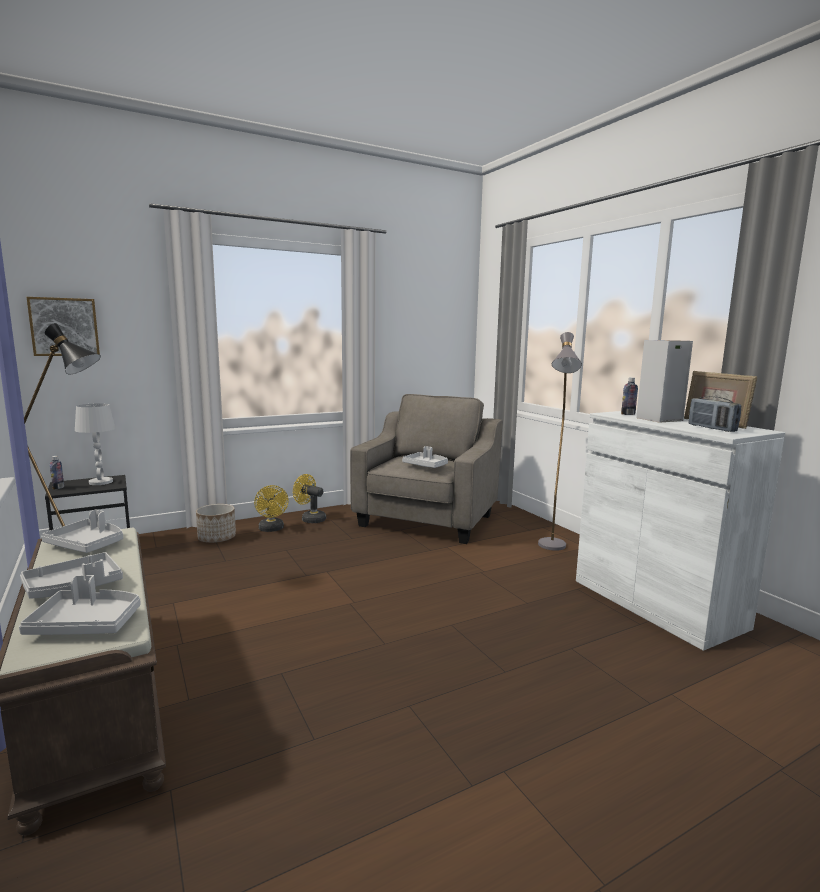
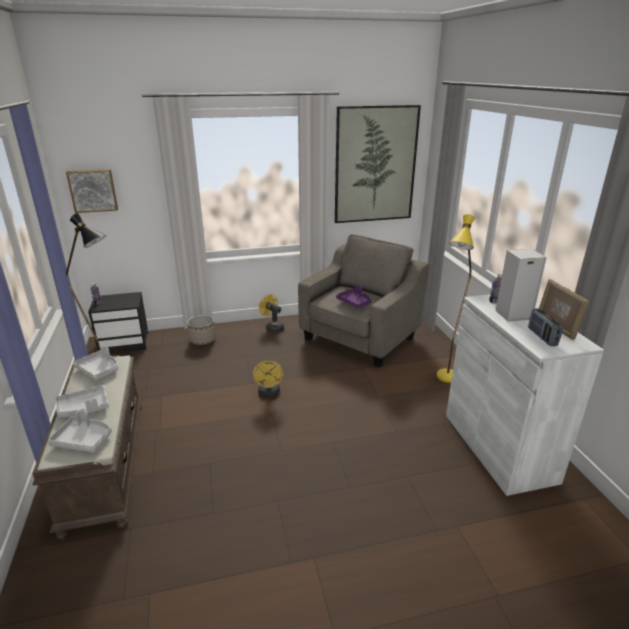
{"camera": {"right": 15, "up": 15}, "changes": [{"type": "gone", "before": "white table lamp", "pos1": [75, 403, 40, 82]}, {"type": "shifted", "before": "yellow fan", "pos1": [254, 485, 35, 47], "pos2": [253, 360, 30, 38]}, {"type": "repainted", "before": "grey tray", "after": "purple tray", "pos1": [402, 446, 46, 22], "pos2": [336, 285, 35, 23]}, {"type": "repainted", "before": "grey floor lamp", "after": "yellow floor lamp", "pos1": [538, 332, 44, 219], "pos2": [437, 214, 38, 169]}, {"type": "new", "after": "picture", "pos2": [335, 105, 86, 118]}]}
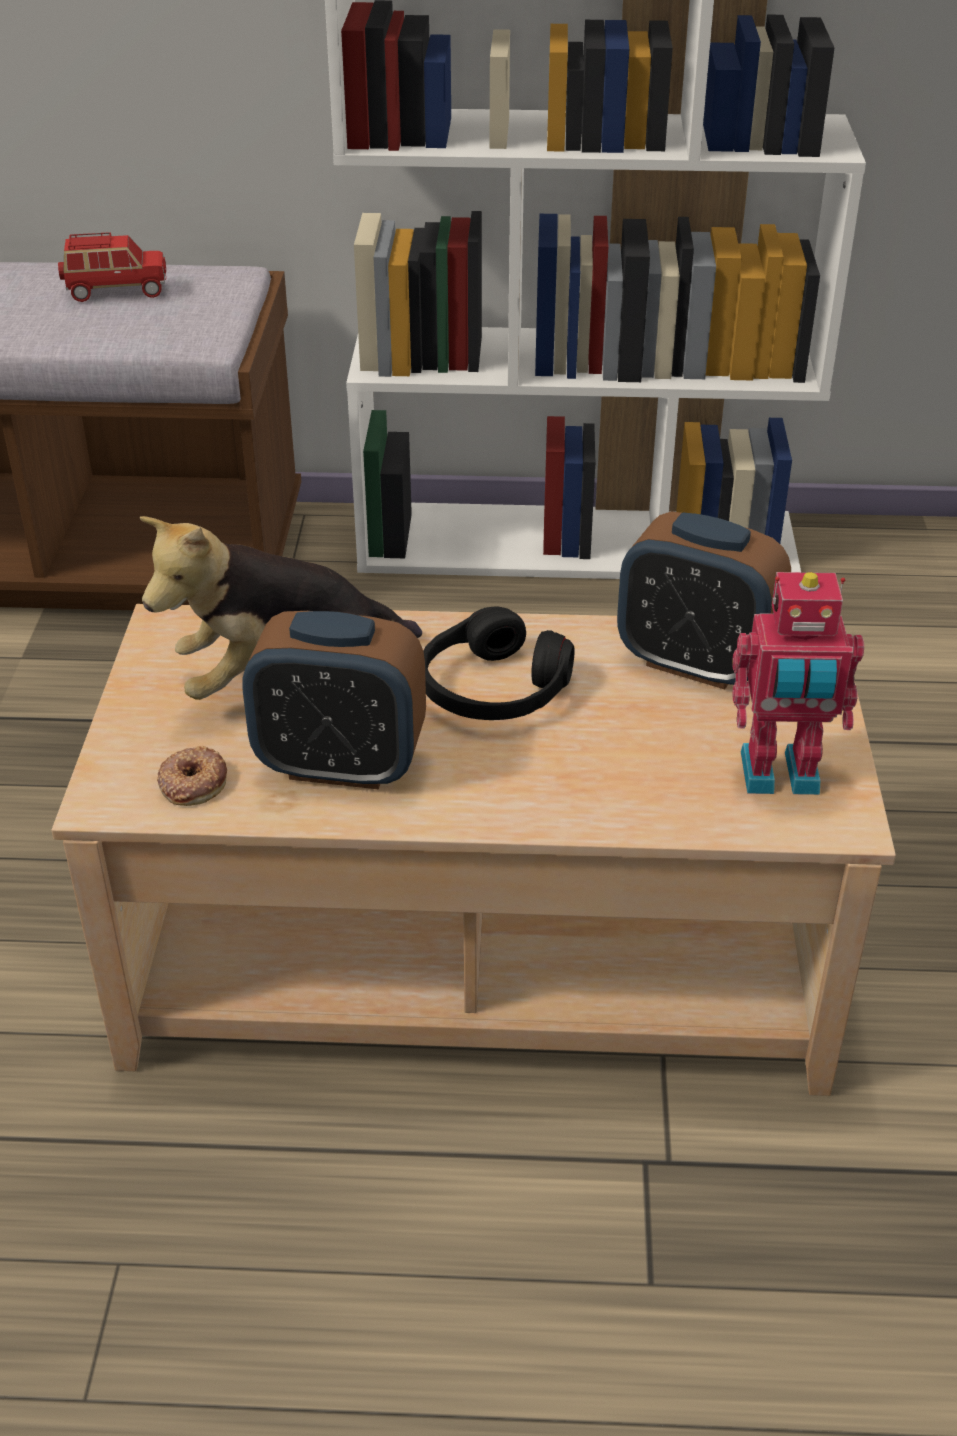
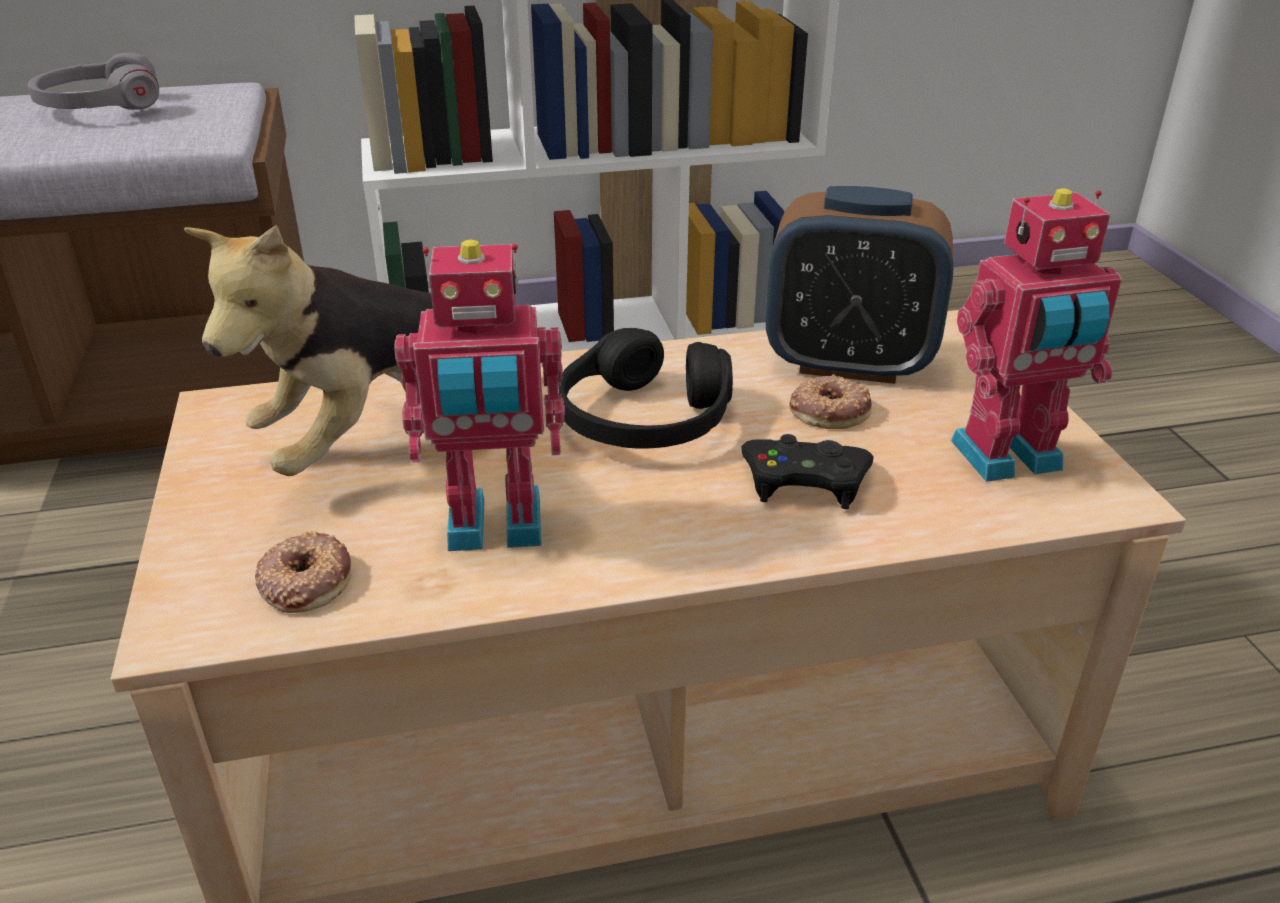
{"camera": {"right": -15, "up": -5}, "changes": [{"type": "swapped", "before": "red toy car", "after": "grey headphones", "pos1": [58, 232, 108, 70], "pos2": [27, 53, 132, 57]}, {"type": "swapped", "before": "alarm clock", "after": "toy robot", "pos1": [243, 611, 183, 179], "pos2": [394, 239, 171, 312]}, {"type": "new", "after": "black game controller", "pos2": [741, 434, 133, 75]}, {"type": "new", "after": "donut", "pos2": [789, 374, 83, 55]}]}
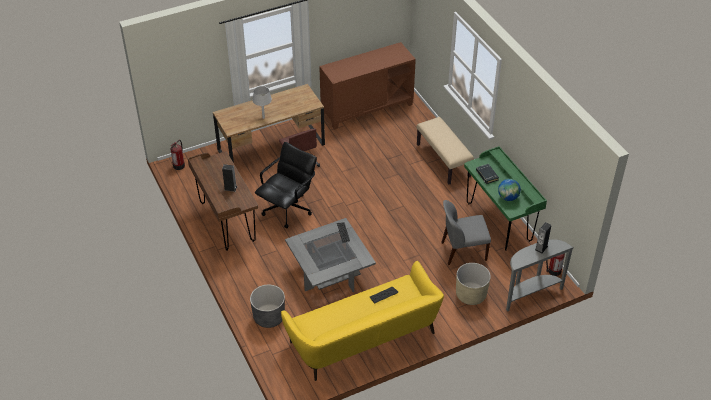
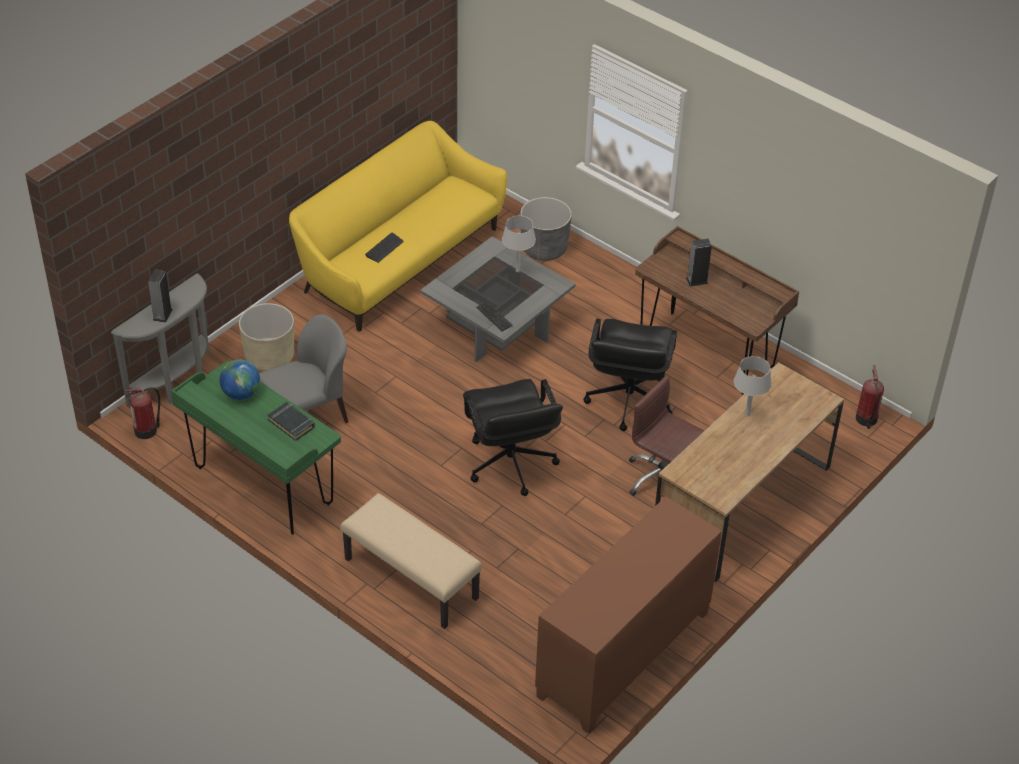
{"camera": {"right": 155, "up": 0}, "changes": [{"type": "new", "after": "black office chair", "pos2": [463, 379, 100, 117]}, {"type": "new", "after": "grey table lamp", "pos2": [502, 216, 34, 56]}]}
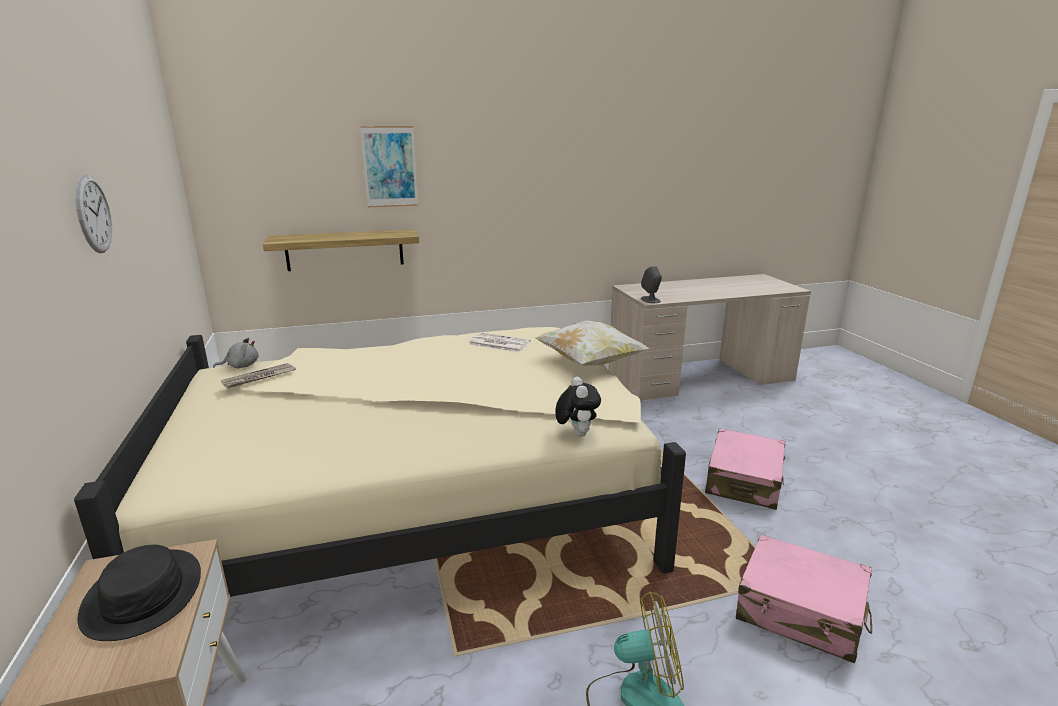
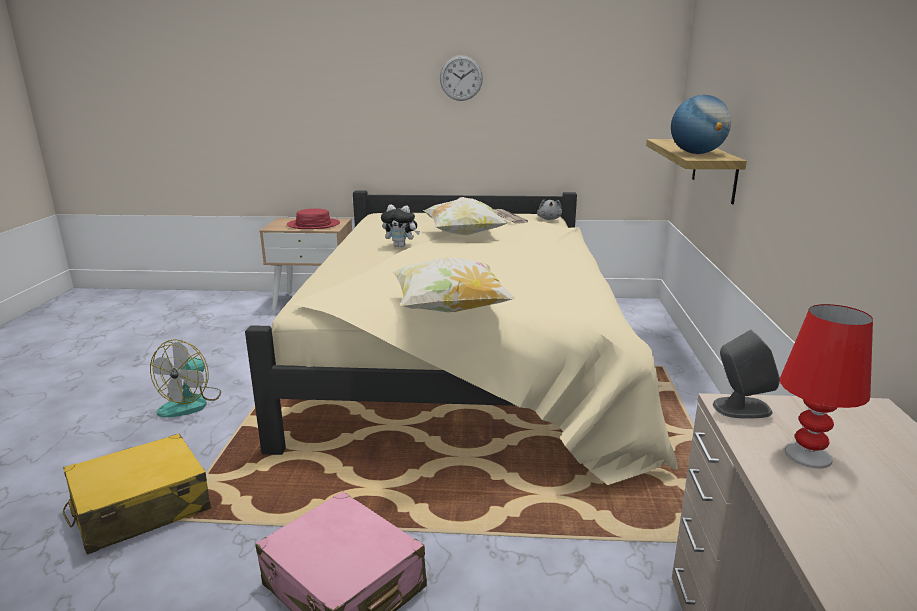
{"camera": {"right": 110, "up": 0}, "changes": [{"type": "repainted", "before": "black hat", "after": "red hat", "pos1": [78, 545, 123, 96], "pos2": [287, 209, 53, 20]}, {"type": "gone", "before": "picture", "pos1": [360, 126, 58, 81]}, {"type": "gone", "before": "newspaper", "pos1": [468, 333, 63, 19]}, {"type": "shifted", "before": "plush toy", "pos1": [555, 377, 46, 60], "pos2": [381, 205, 39, 42]}, {"type": "repainted", "before": "pink suitcase", "after": "yellow suitcase", "pos1": [736, 535, 136, 128], "pos2": [63, 433, 148, 122]}, {"type": "new", "after": "pillow", "pos2": [423, 197, 84, 38]}, {"type": "new", "after": "globe", "pos2": [671, 95, 60, 59]}, {"type": "new", "after": "red table lamp", "pos2": [780, 304, 93, 165]}]}
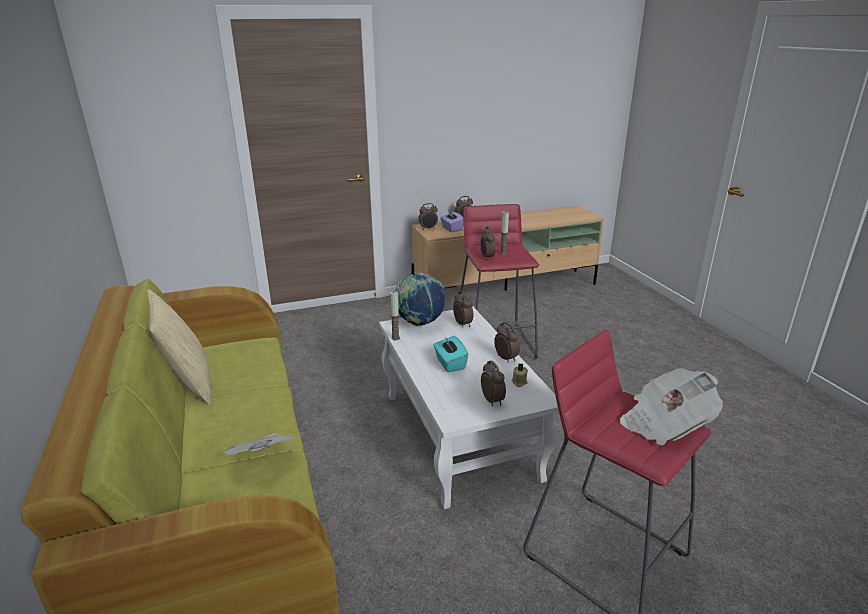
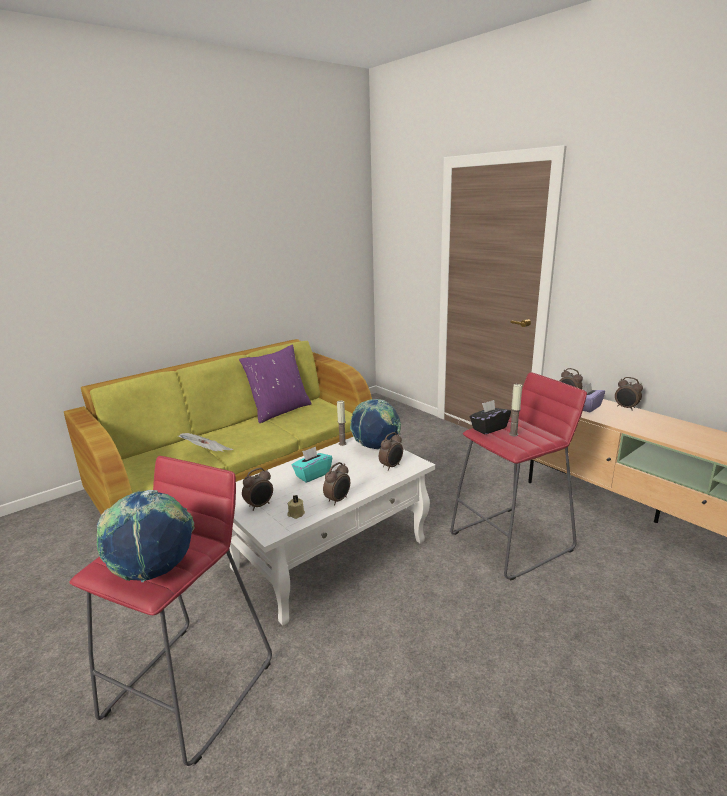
{"camera": {"right": 70, "up": -5}, "changes": [{"type": "repainted", "before": "beige pillow", "after": "purple pillow", "pos1": [147, 289, 65, 116], "pos2": [239, 345, 73, 78]}, {"type": "swapped", "before": "alarm clock", "after": "black tissue box", "pos1": [480, 226, 16, 35], "pos2": [470, 400, 41, 34]}, {"type": "swapped", "before": "newspaper", "after": "globe", "pos1": [620, 368, 103, 77], "pos2": [97, 490, 98, 92]}]}
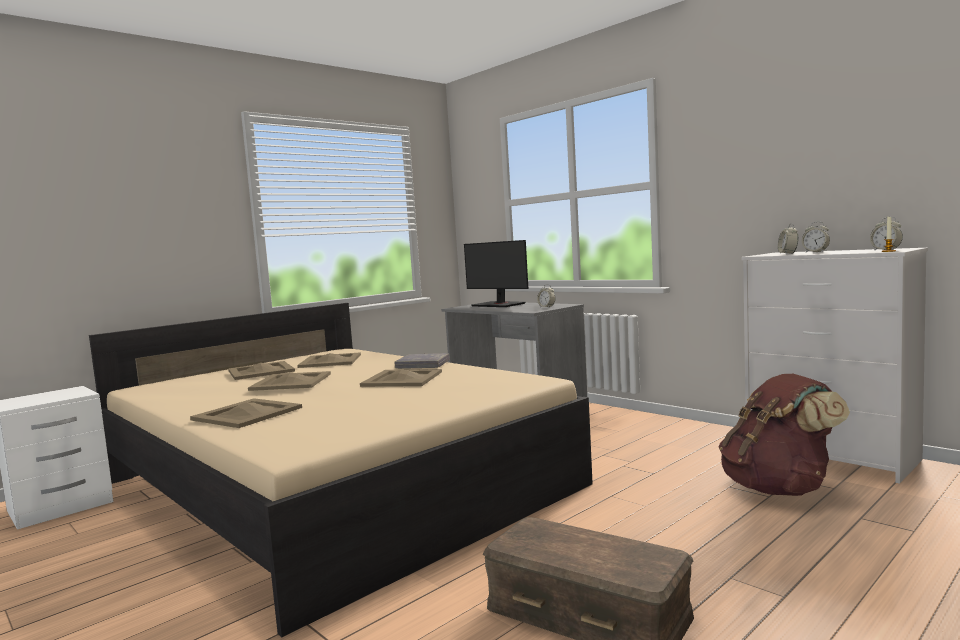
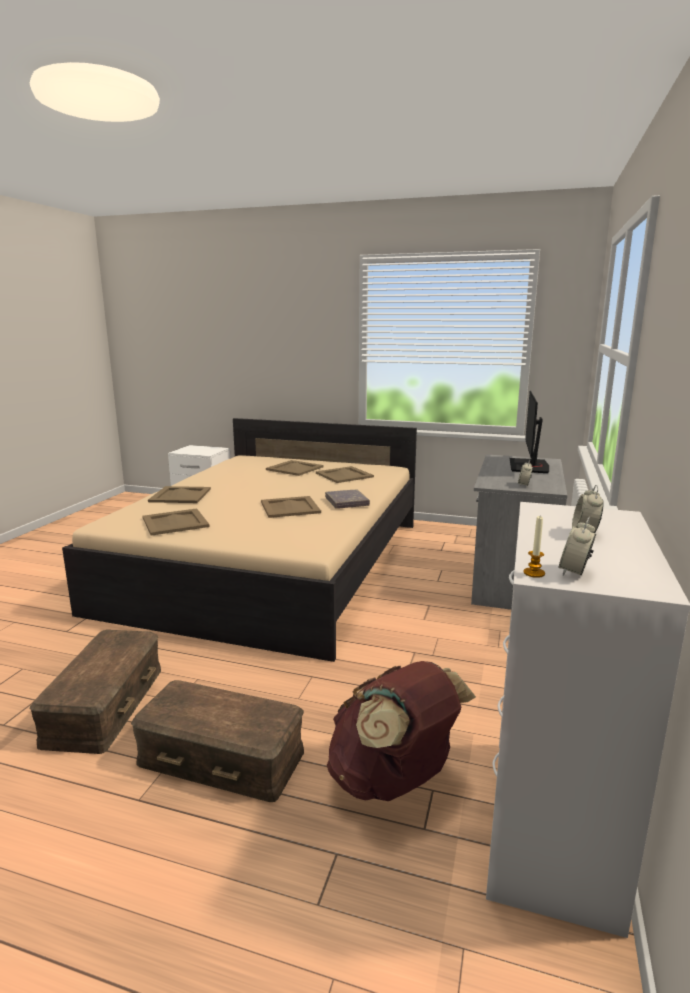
{"camera": {"right": 60, "up": 10}, "changes": [{"type": "shifted", "before": "beige tray", "pos1": [248, 371, 83, 20], "pos2": [142, 508, 67, 28]}, {"type": "gone", "before": "alarm clock", "pos1": [778, 223, 20, 31]}, {"type": "new", "after": "brown storage box", "pos2": [131, 680, 173, 122]}]}
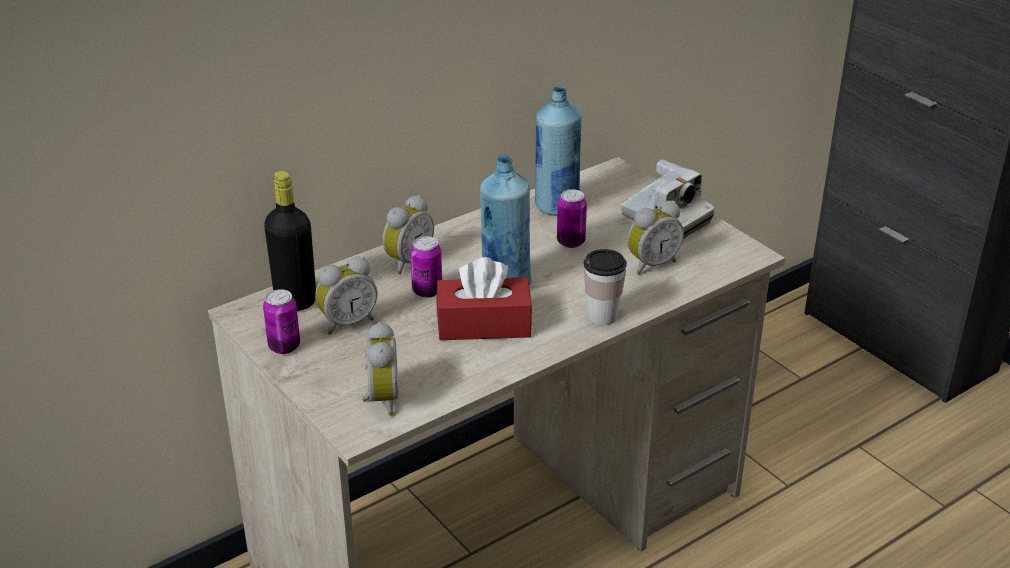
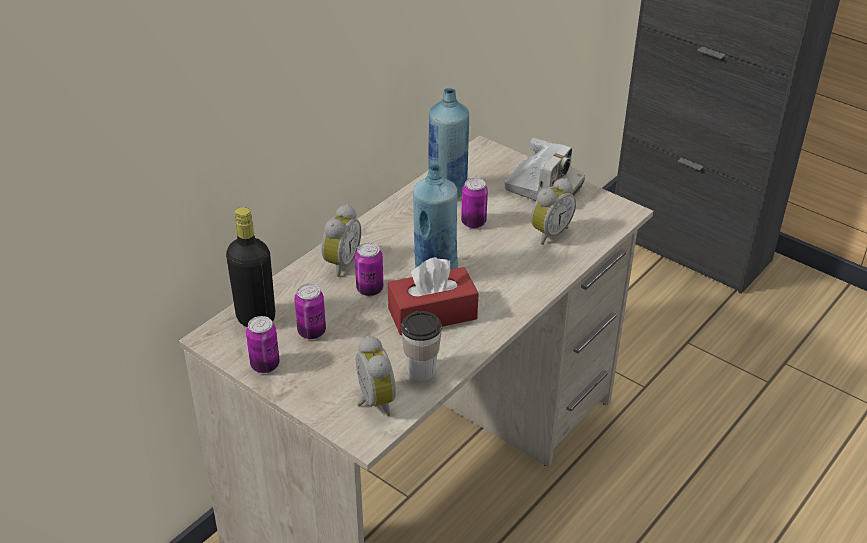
{"camera": {"right": -15, "up": 5}, "changes": [{"type": "swapped", "before": "alarm clock", "after": "can", "pos1": [315, 256, 62, 79], "pos2": [294, 284, 32, 55]}, {"type": "shifted", "before": "cup", "pos1": [584, 249, 43, 76], "pos2": [401, 311, 41, 70]}]}
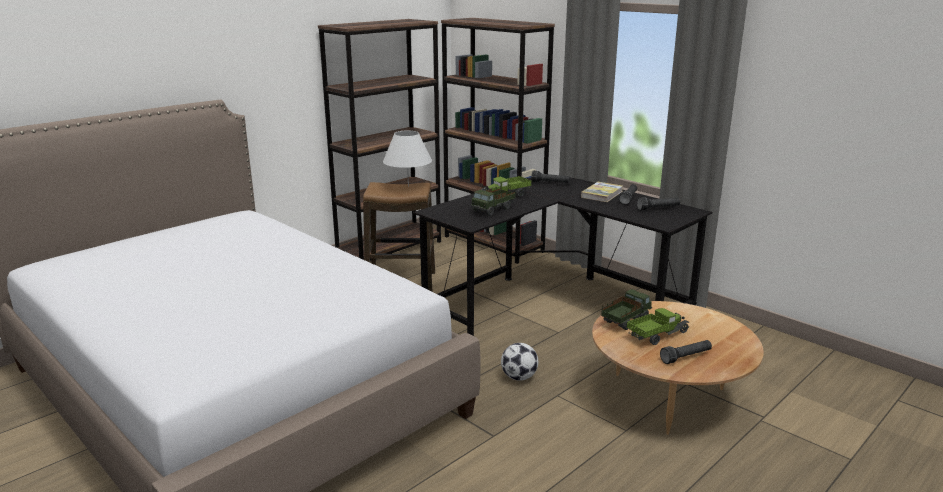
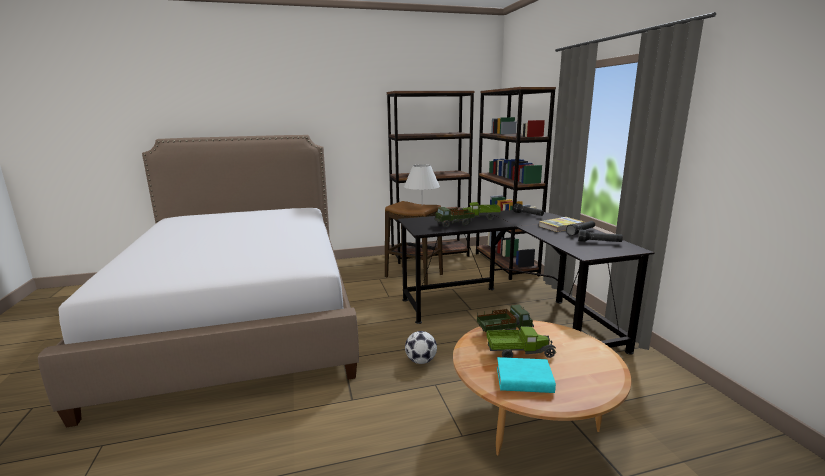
{"camera": {"right": 30, "up": -5}, "changes": [{"type": "swapped", "before": "black flashlight", "after": "turquoise book", "pos1": [660, 340, 52, 24], "pos2": [497, 357, 59, 36]}]}
